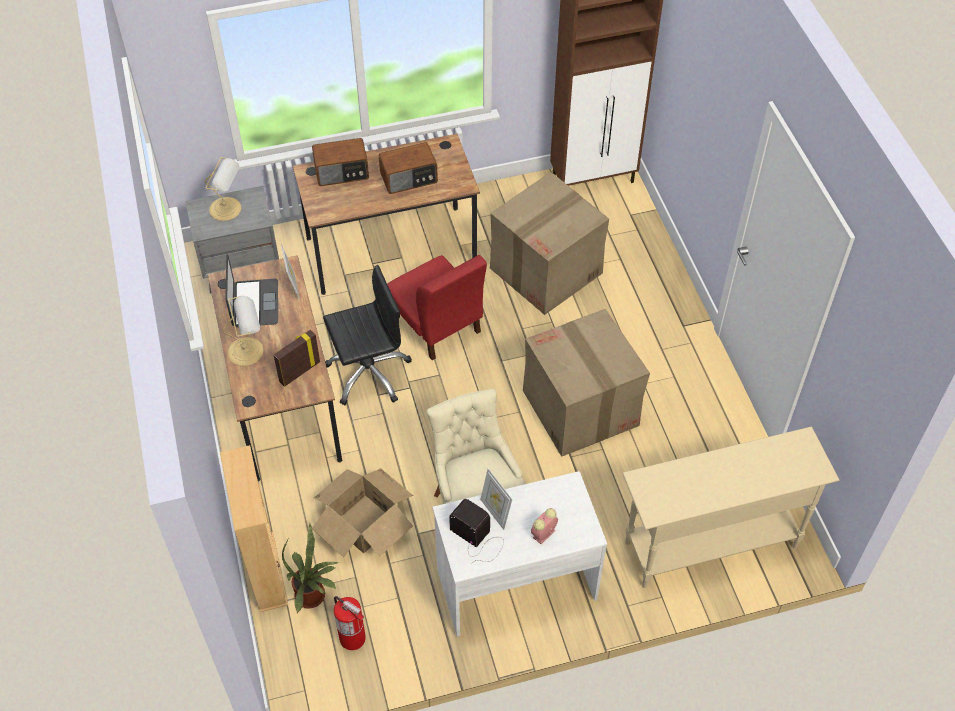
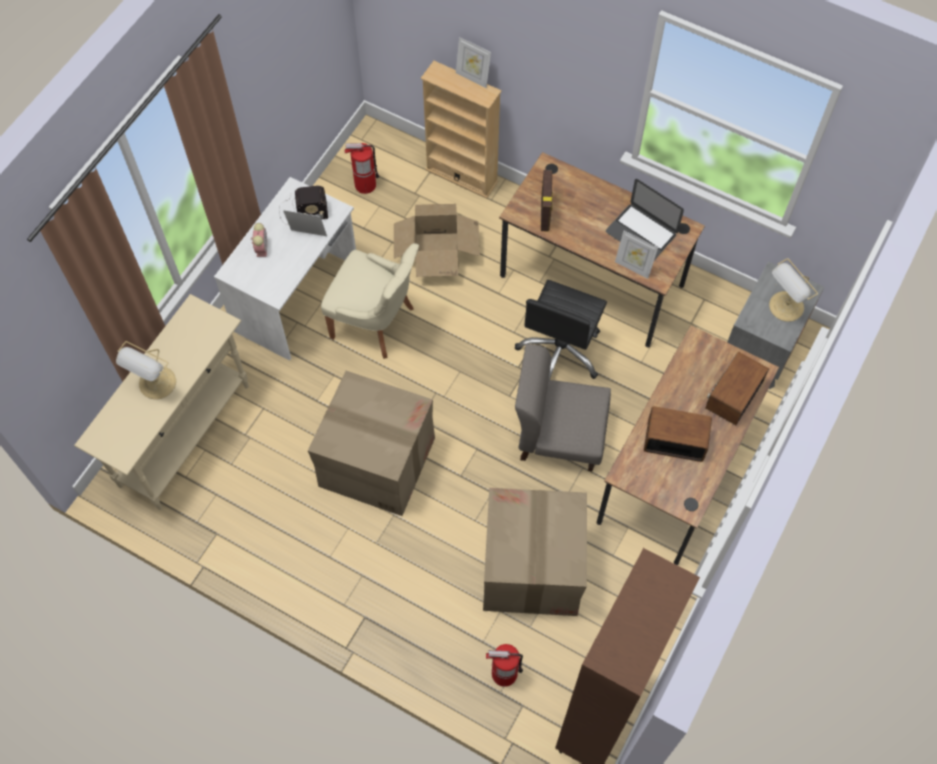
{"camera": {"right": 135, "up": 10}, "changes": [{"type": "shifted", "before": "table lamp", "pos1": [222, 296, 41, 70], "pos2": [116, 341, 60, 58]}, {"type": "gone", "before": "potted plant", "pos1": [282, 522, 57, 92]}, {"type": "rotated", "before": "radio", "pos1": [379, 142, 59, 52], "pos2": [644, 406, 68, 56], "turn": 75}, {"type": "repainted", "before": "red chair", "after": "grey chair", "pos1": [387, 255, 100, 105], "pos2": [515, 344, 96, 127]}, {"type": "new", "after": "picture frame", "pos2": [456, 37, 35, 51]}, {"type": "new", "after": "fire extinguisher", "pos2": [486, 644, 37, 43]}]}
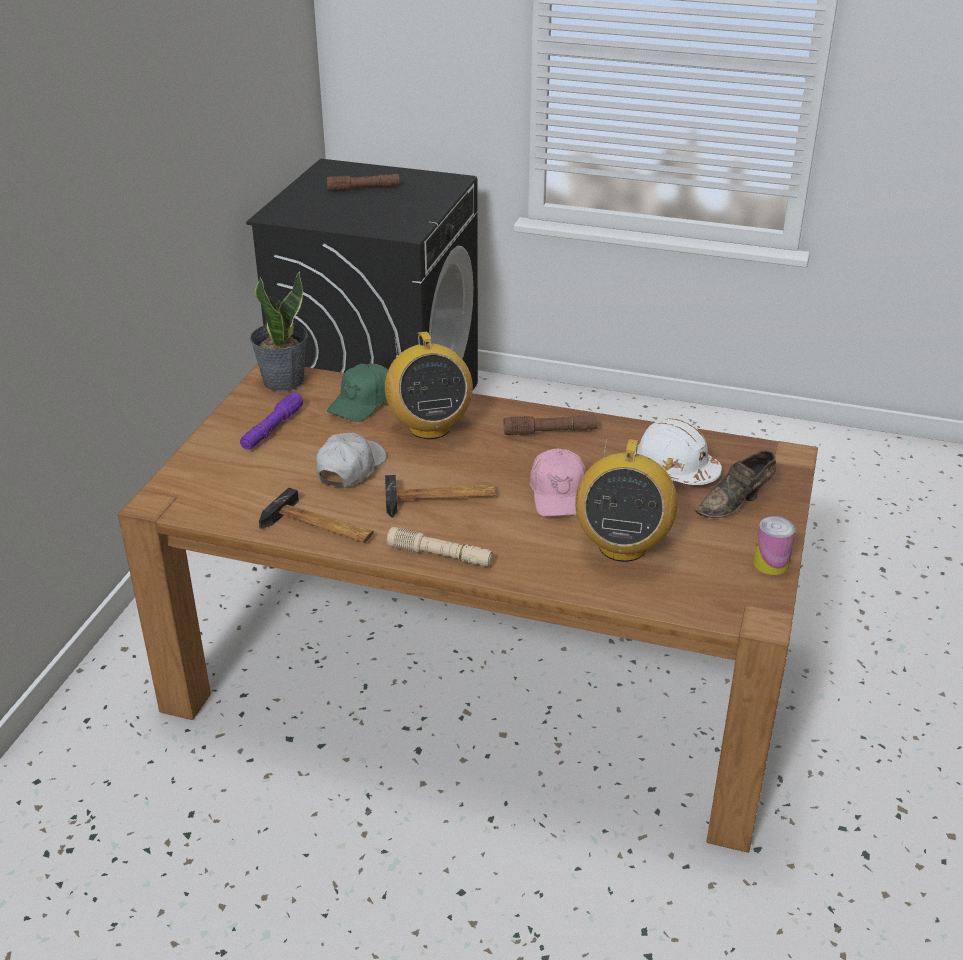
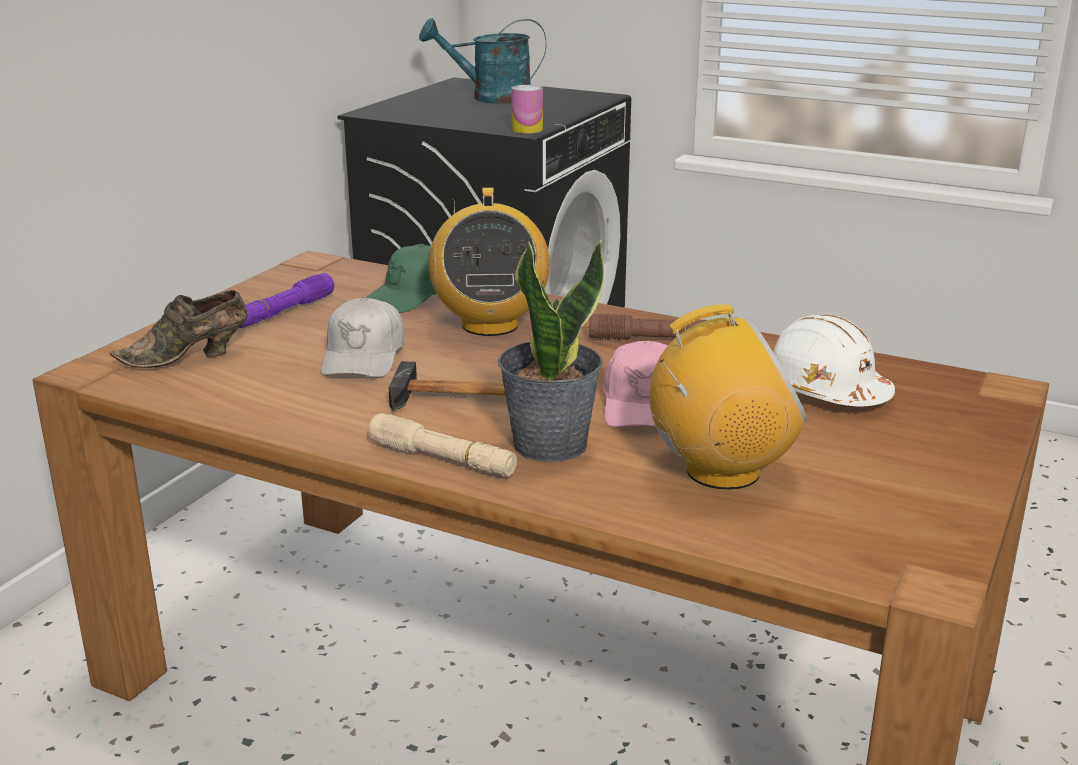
{"camera": {"right": 10, "up": -10}, "changes": [{"type": "shifted", "before": "potted plant", "pos1": [250, 271, 58, 121], "pos2": [498, 240, 106, 223]}, {"type": "gone", "before": "hammer", "pos1": [259, 488, 115, 55]}, {"type": "rotated", "before": "white cap", "pos1": [316, 433, 71, 54], "pos2": [320, 297, 84, 80], "turn": 150}, {"type": "swapped", "before": "brown flashlight", "after": "turquoise watering can", "pos1": [327, 174, 72, 17], "pos2": [419, 18, 127, 86]}, {"type": "rotated", "before": "radio", "pos1": [575, 438, 103, 124], "pos2": [649, 304, 158, 186], "turn": -120}, {"type": "shifted", "before": "brown shoe", "pos1": [695, 451, 81, 67], "pos2": [110, 290, 138, 78]}, {"type": "shifted", "before": "can", "pos1": [753, 516, 43, 59], "pos2": [512, 85, 31, 48]}]}
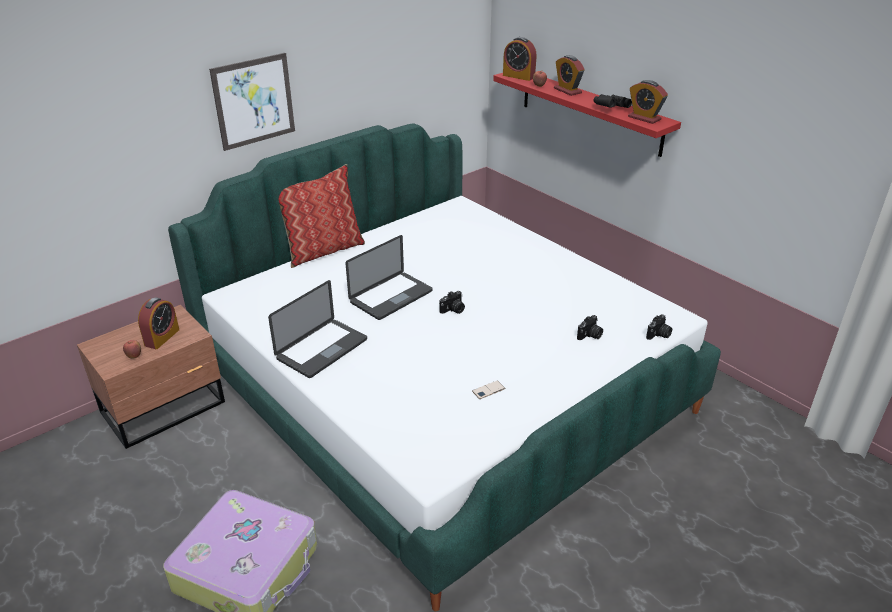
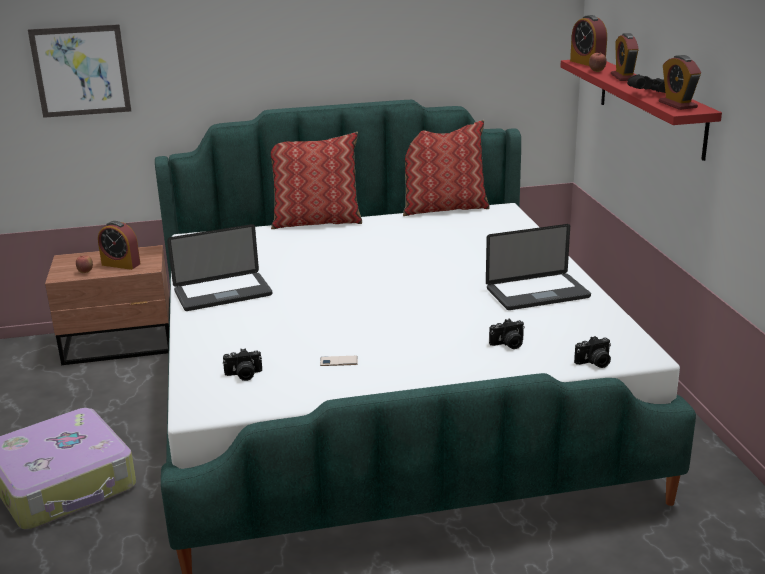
{"camera": {"right": 30, "up": -10}, "changes": [{"type": "rotated", "before": "alarm clock", "pos1": [138, 297, 41, 52], "pos2": [98, 221, 43, 49], "turn": 60}, {"type": "shifted", "before": "picture", "pos1": [209, 53, 86, 98], "pos2": [28, 24, 103, 94]}, {"type": "shifted", "before": "laptop", "pos1": [345, 235, 88, 85], "pos2": [486, 224, 105, 86]}, {"type": "shifted", "before": "photo camera", "pos1": [439, 291, 26, 23], "pos2": [223, 348, 39, 33]}, {"type": "new", "after": "pillow", "pos2": [403, 120, 87, 96]}]}
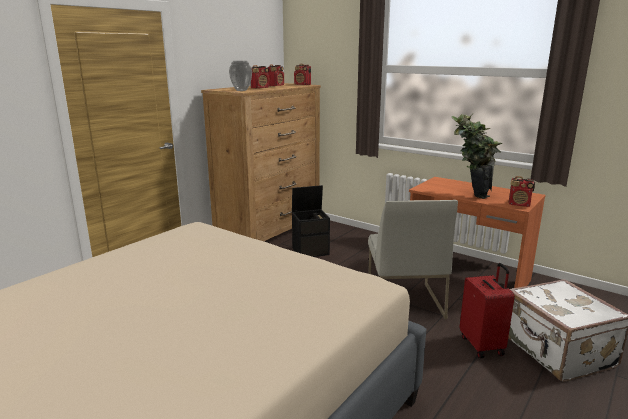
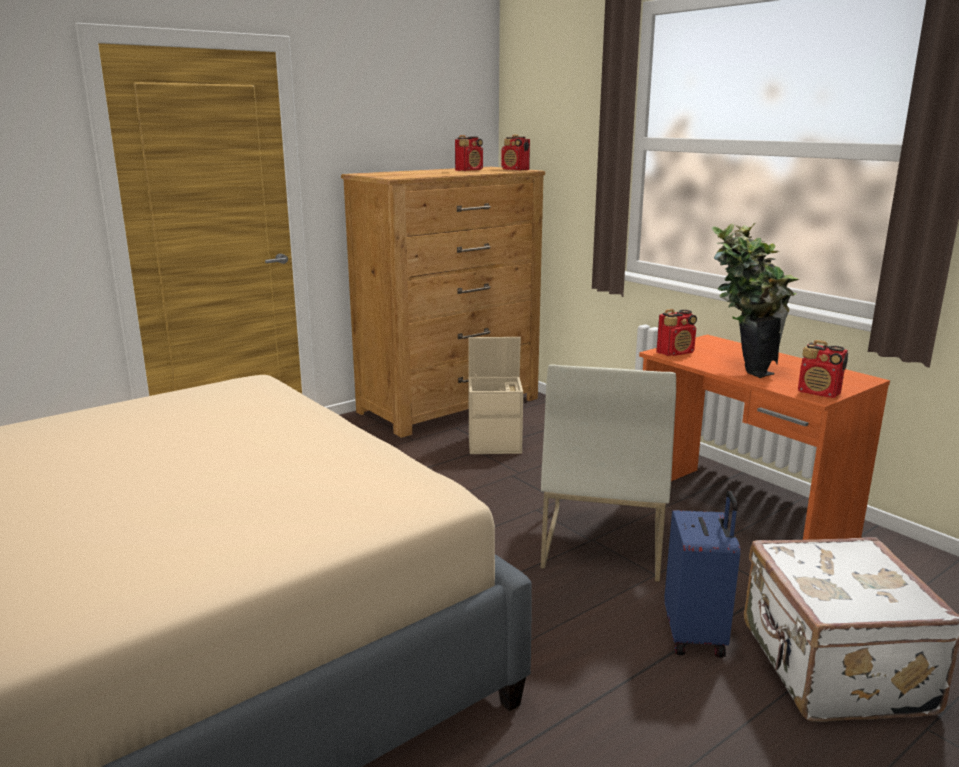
{"camera": {"right": 15, "up": 0}, "changes": [{"type": "gone", "before": "vase", "pos1": [229, 61, 23, 30]}, {"type": "shifted", "before": "radio", "pos1": [251, 65, 18, 24], "pos2": [656, 309, 41, 47]}, {"type": "repainted", "before": "black storage box", "after": "beige storage box", "pos1": [292, 185, 38, 72], "pos2": [468, 337, 55, 117]}, {"type": "repainted", "before": "red suitcase", "after": "blue suitcase", "pos1": [460, 263, 55, 95], "pos2": [664, 490, 77, 168]}]}
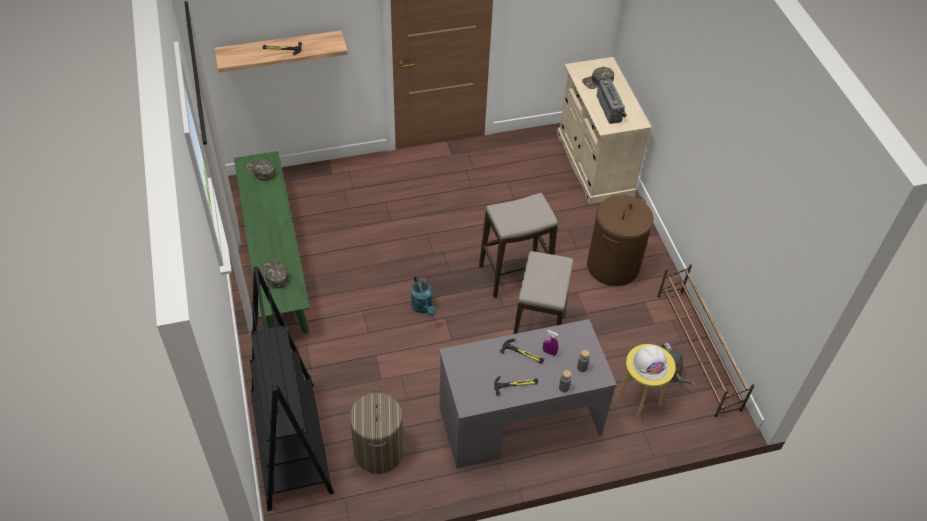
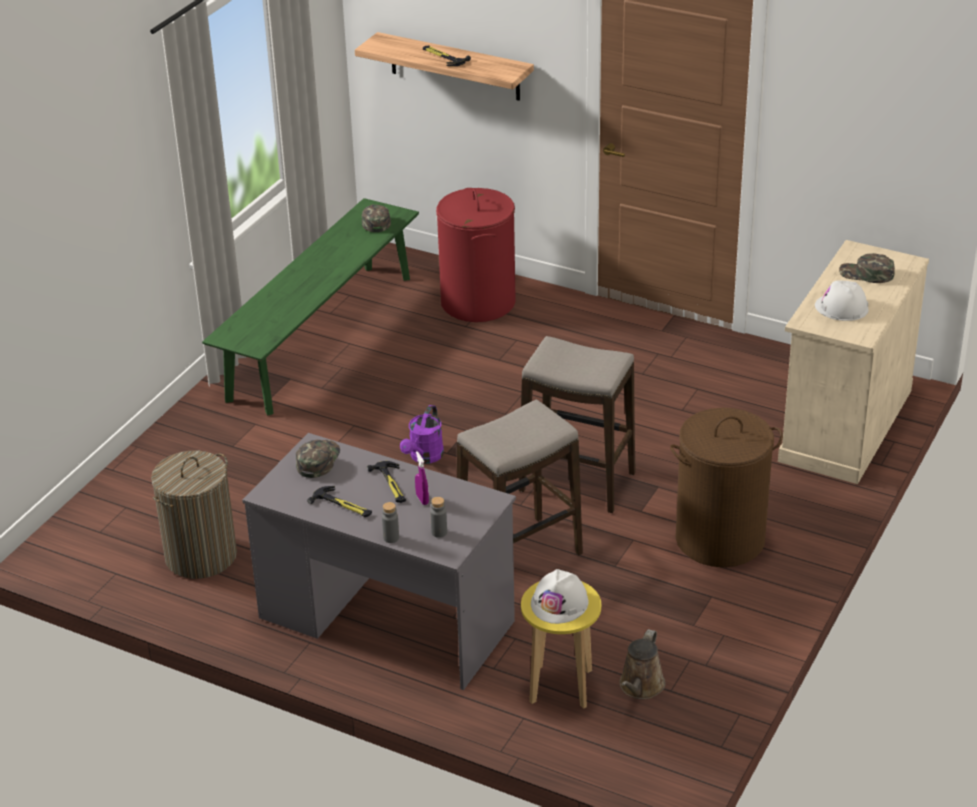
{"camera": {"right": 45, "up": -15}, "changes": [{"type": "gone", "before": "black bookcase", "pos1": [250, 266, 84, 245]}, {"type": "shifted", "before": "green cap", "pos1": [263, 260, 26, 29], "pos2": [296, 440, 44, 38]}, {"type": "repainted", "before": "turquoise watering can", "after": "purple watering can", "pos1": [411, 275, 25, 41], "pos2": [400, 405, 44, 59]}, {"type": "swapped", "before": "radio", "after": "white hard hat", "pos1": [597, 79, 30, 45], "pos2": [815, 280, 53, 41]}, {"type": "gone", "before": "brown shoe rack", "pos1": [657, 264, 97, 153]}, {"type": "new", "after": "red laundry basket", "pos2": [436, 188, 80, 134]}]}
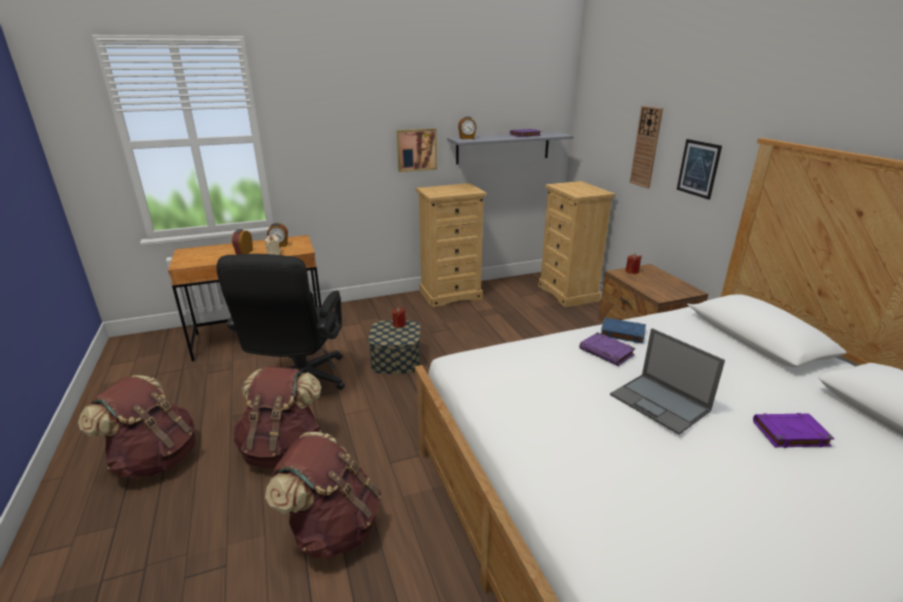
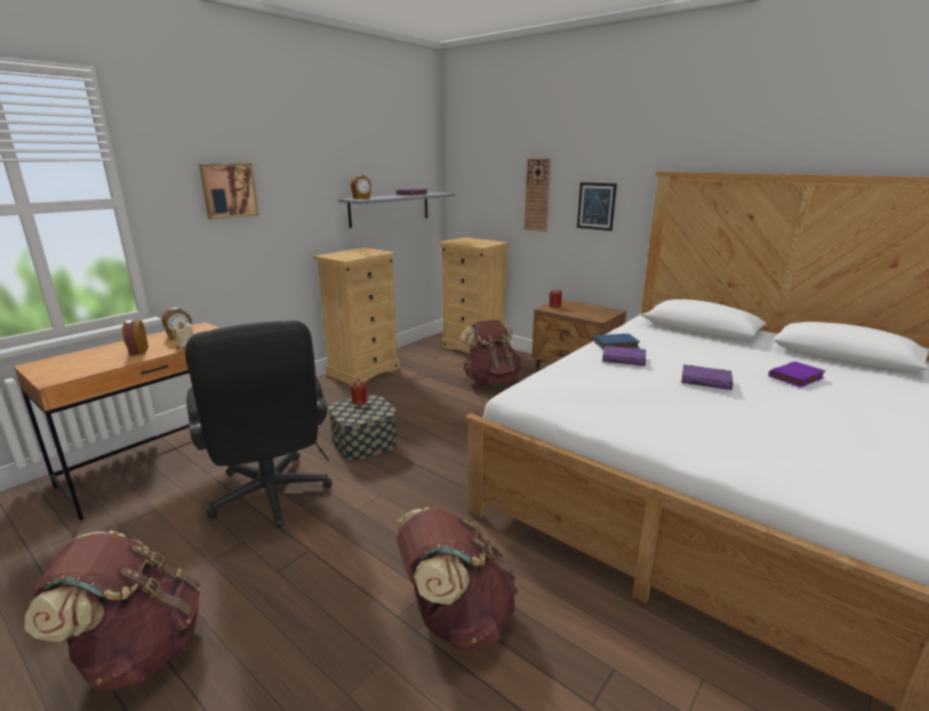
{"camera": {"right": -30, "up": -5}, "changes": [{"type": "shifted", "before": "brown backpack", "pos1": [233, 367, 88, 101], "pos2": [460, 320, 62, 65]}, {"type": "shifted", "before": "picture", "pos1": [397, 128, 40, 44], "pos2": [199, 163, 60, 57]}, {"type": "swapped", "before": "laptop", "after": "purple book", "pos1": [610, 328, 115, 107], "pos2": [682, 365, 51, 25]}]}
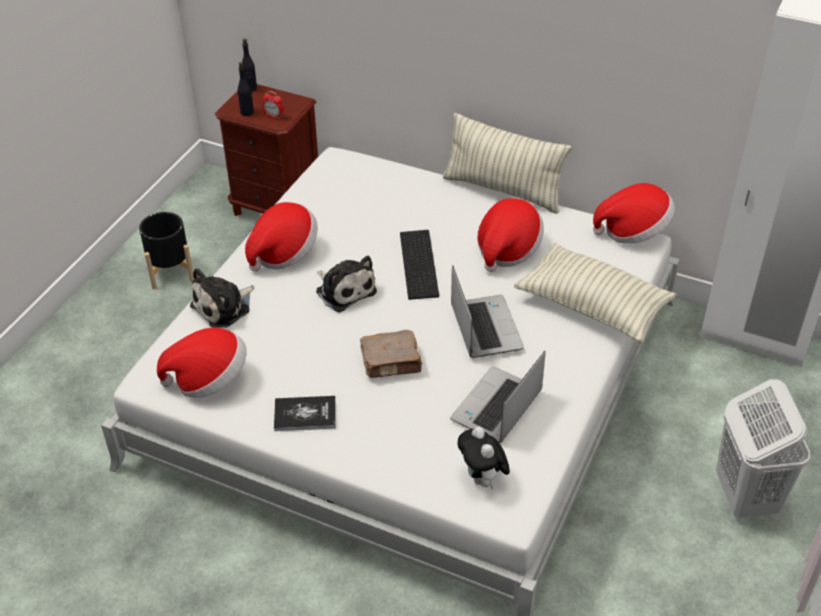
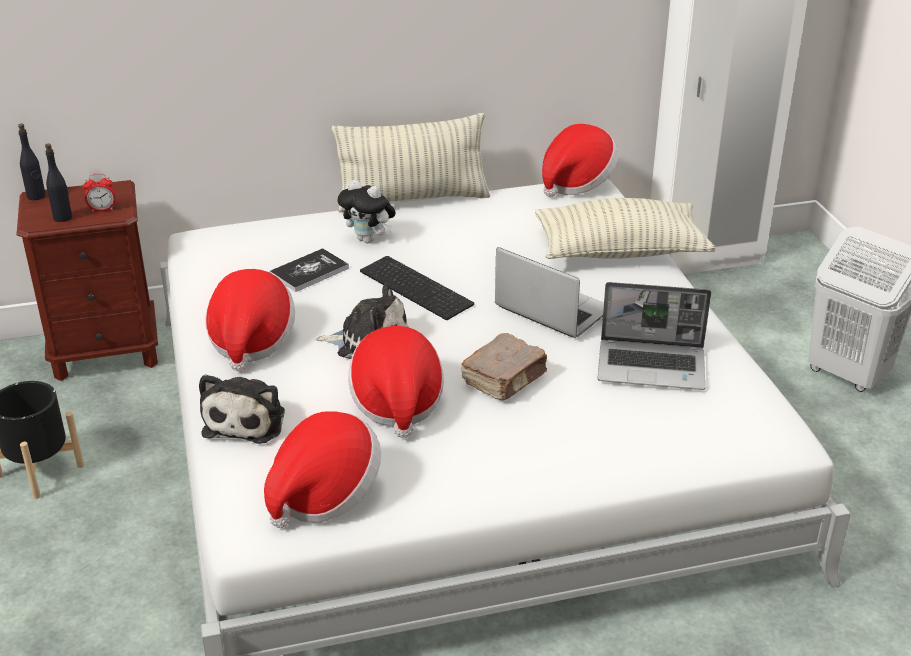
{"camera": {"right": -40, "up": -10}, "changes": [{"type": "shifted", "before": "book", "pos1": [274, 396, 62, 35], "pos2": [269, 248, 80, 44]}, {"type": "rotated", "before": "laptop", "pos1": [450, 351, 96, 92], "pos2": [598, 282, 113, 108], "turn": -75}, {"type": "shifted", "before": "plush toy", "pos1": [457, 427, 53, 62], "pos2": [337, 179, 59, 64]}, {"type": "shifted", "before": "hat", "pos1": [477, 198, 67, 74], "pos2": [348, 326, 96, 112]}]}
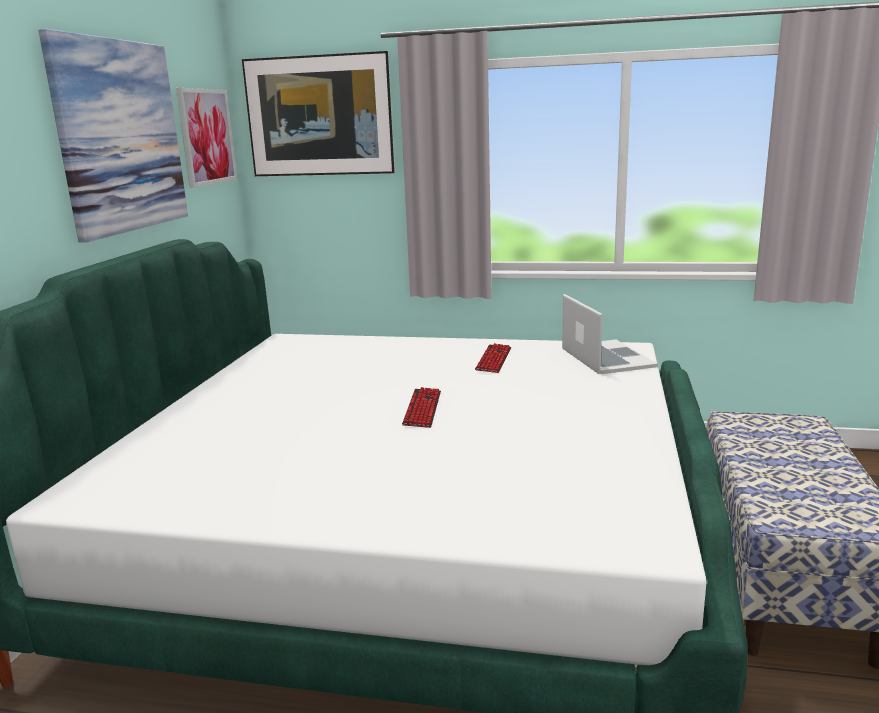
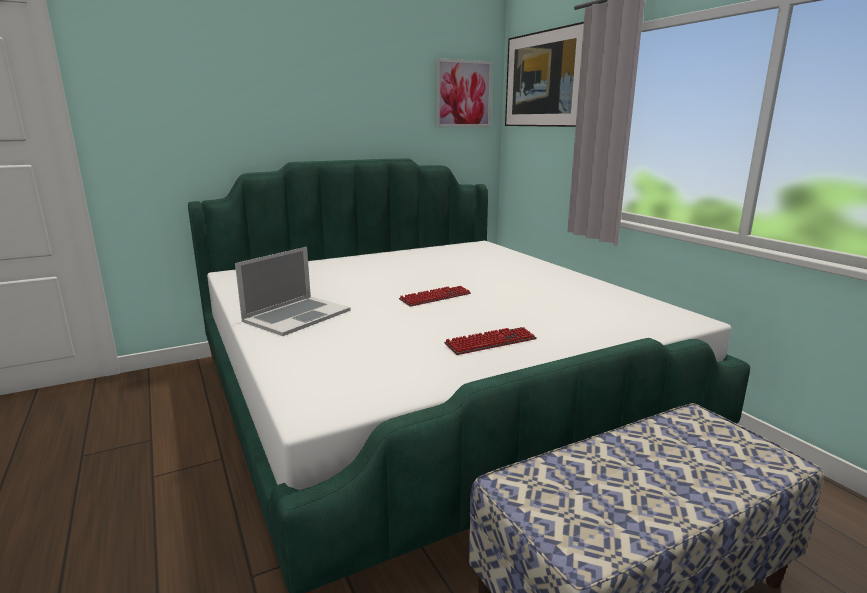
{"camera": {"right": 50, "up": 0}, "changes": [{"type": "gone", "before": "picture", "pos1": [38, 29, 150, 214]}, {"type": "shifted", "before": "keyboard", "pos1": [475, 343, 36, 30], "pos2": [444, 327, 92, 28]}, {"type": "shifted", "before": "laptop", "pos1": [562, 294, 96, 80], "pos2": [235, 247, 115, 89]}]}
